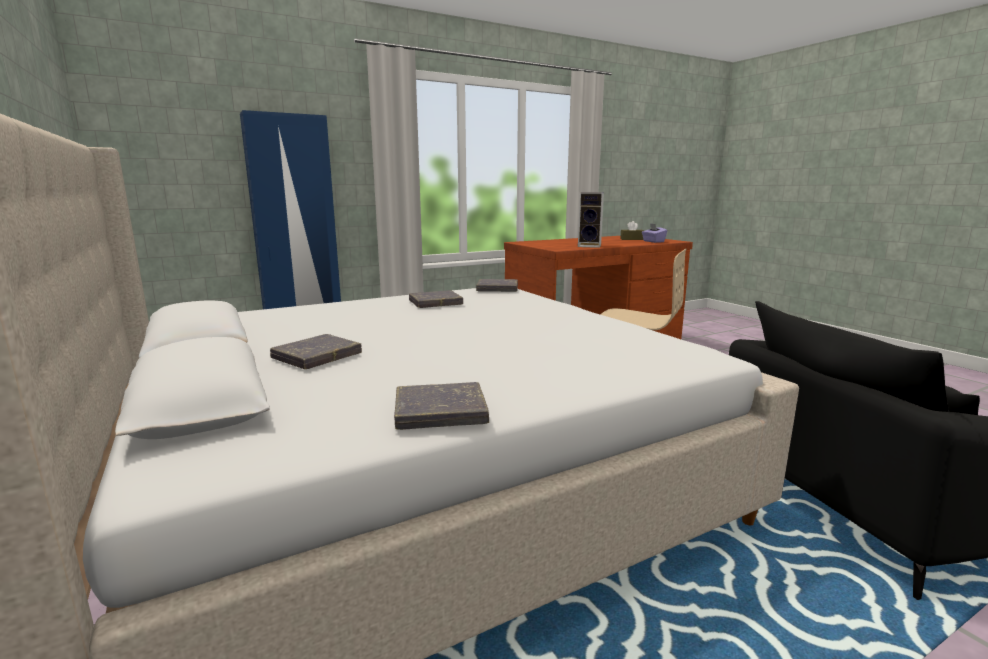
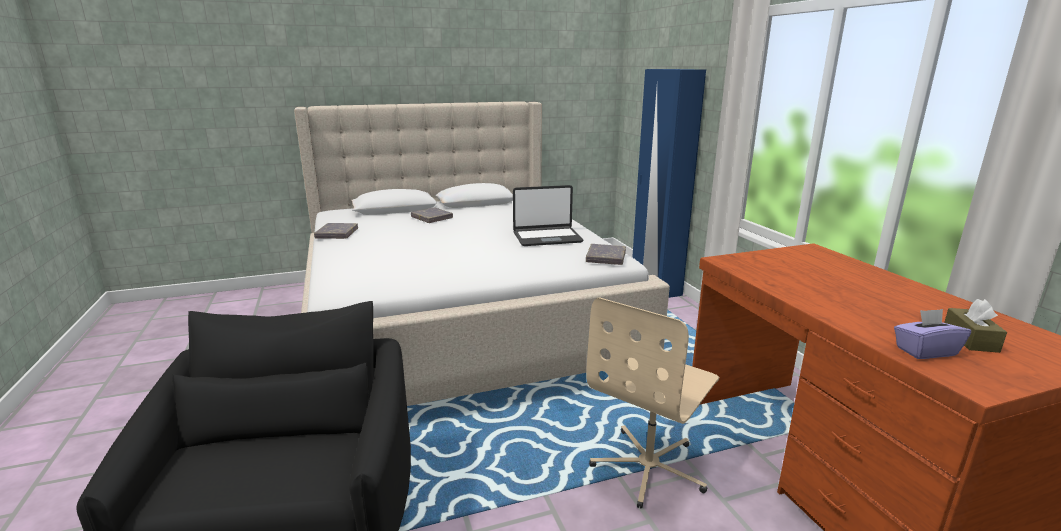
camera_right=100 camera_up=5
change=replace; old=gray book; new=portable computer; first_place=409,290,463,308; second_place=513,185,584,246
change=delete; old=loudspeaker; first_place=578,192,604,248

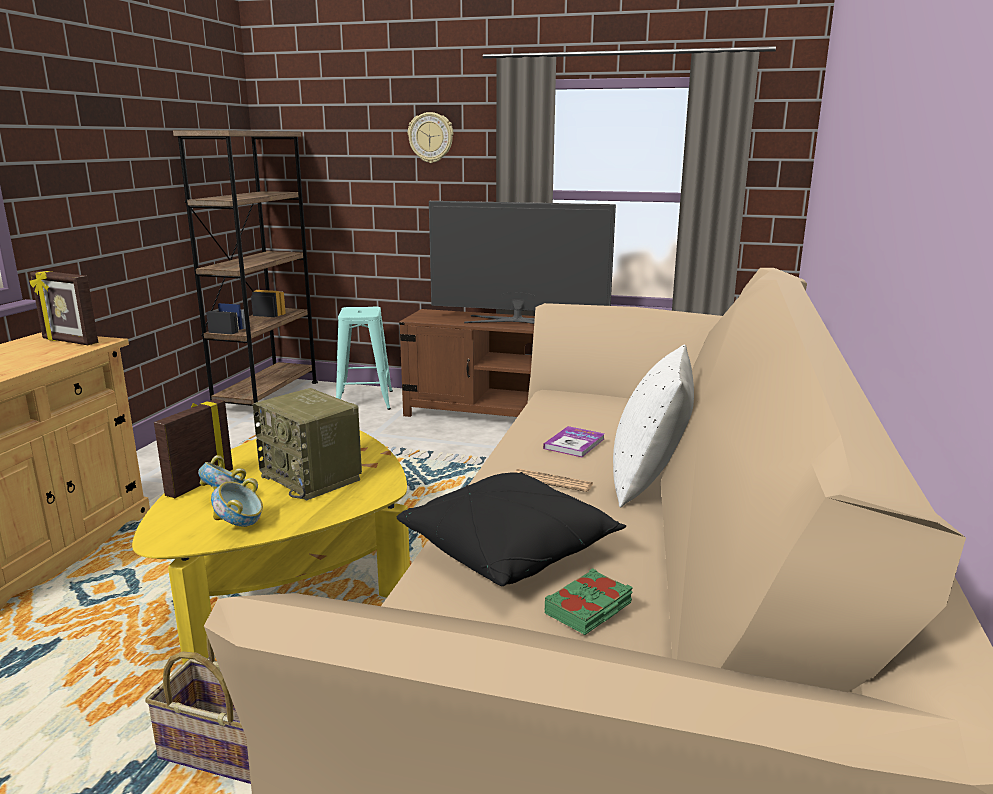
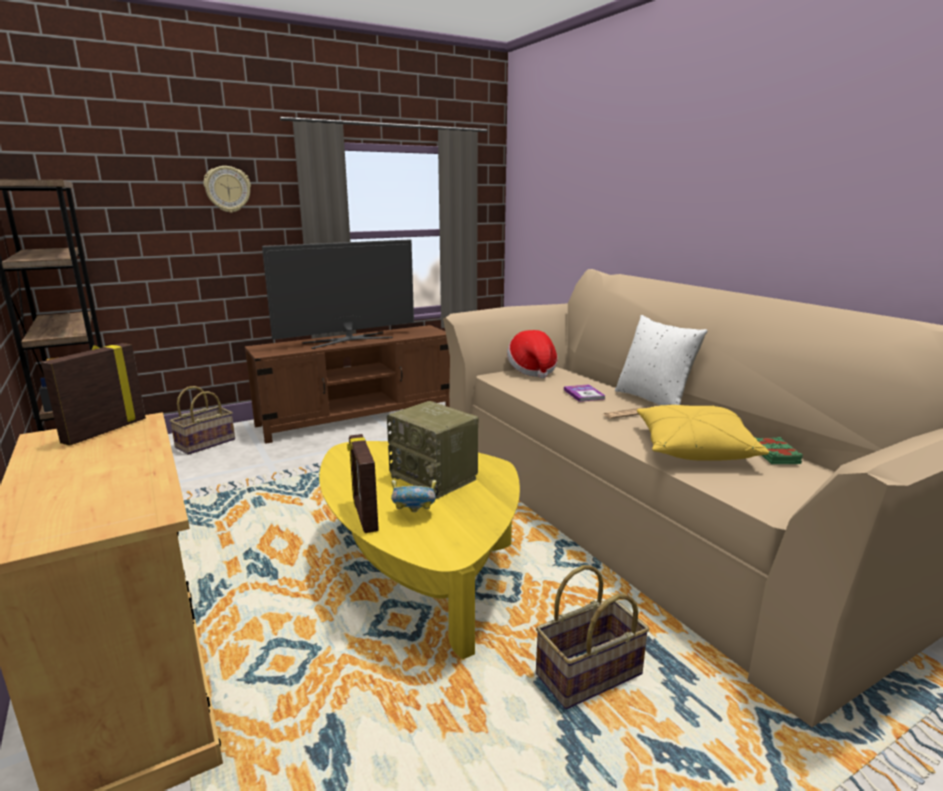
camera_right=-45 camera_up=0
change=rotate; old=photo frame; first_place=30,271,98,345; second_place=41,343,146,446; degrees=135
change=delete; old=serving bowl; first_place=211,478,263,527
change=rotate; old=radio set; first_place=253,388,362,501; second_place=387,401,478,499; degrees=45
change=replace; old=turquoise-coloured stool seat; new=basket; first_place=336,307,393,410; second_place=169,386,235,455
change=recolor; old=black pillow; new=yellow-coloured pillow; first_place=397,472,626,586; second_place=637,405,769,461
change=insert; new=wearable hat; second_place=507,330,558,378

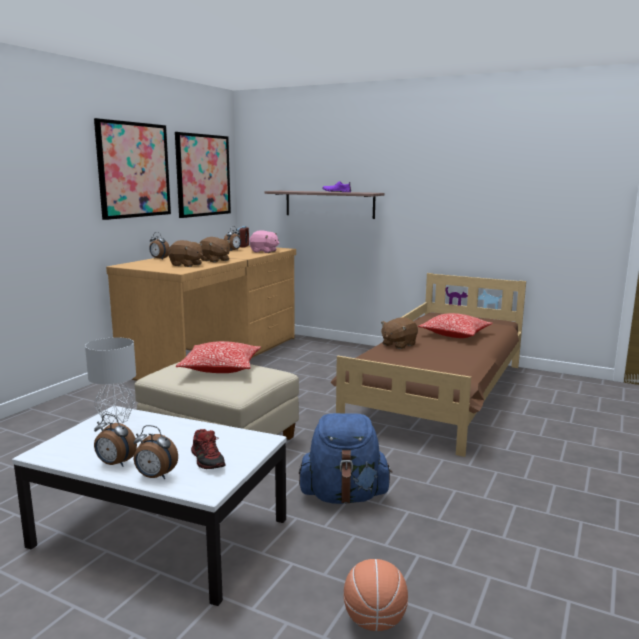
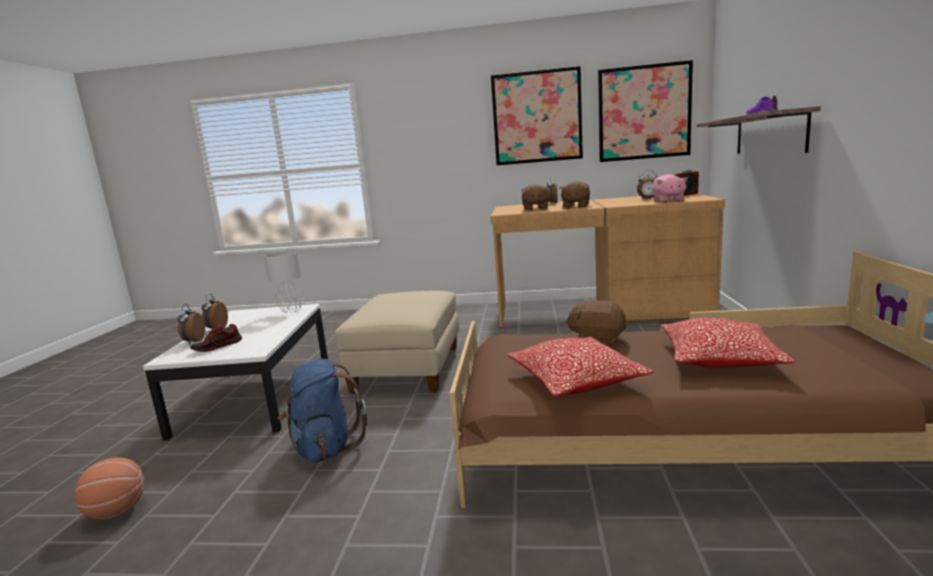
camera_right=70 camera_up=0
change=move; old=pillow; first_place=176,341,261,373; second_place=507,337,654,397

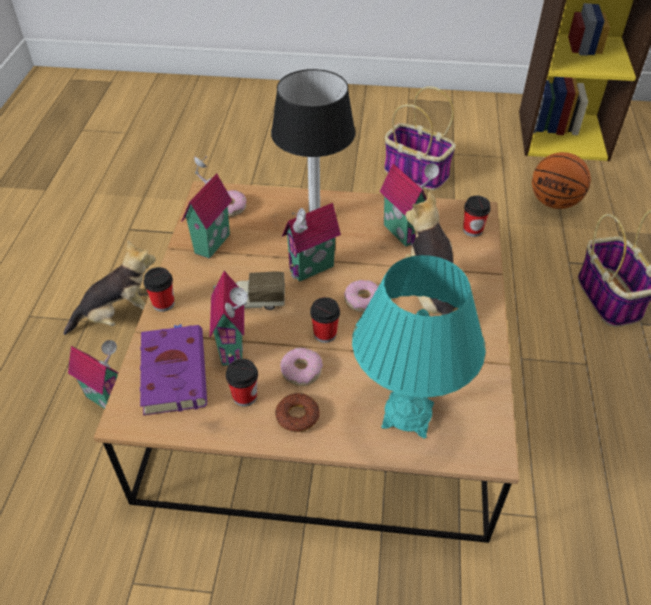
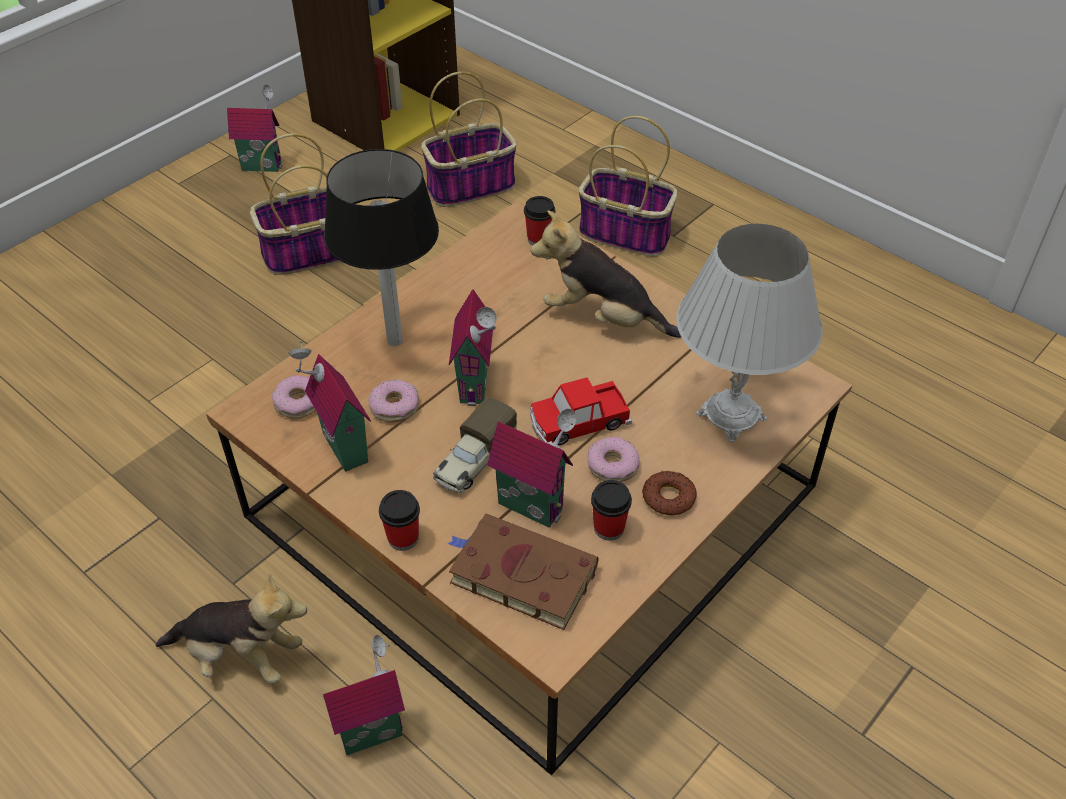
camera_right=-55 camera_up=0
change=rotate; old=plush toy; first_place=64,240,156,335; second_place=155,573,307,683; degrees=90
change=recolor; old=purple book; new=brown-coloured book; first_place=140,324,207,415; second_place=447,514,599,630
change=replace; old=cup; new=miniature car; first_place=310,297,340,343; second_place=530,377,632,445
change=move; old=doughnut; first_place=344,280,379,313; second_place=369,380,419,422
change=recolor; old=turquoise-coloured table lamp; new=white-coloured table lamp; first_place=352,255,486,439; second_place=676,224,823,443
change=move; old=model house; first_place=379,163,439,247; second_place=227,85,282,172
change=replace; old=basketball; new=basket; first_place=532,152,591,209; second_place=421,72,517,207

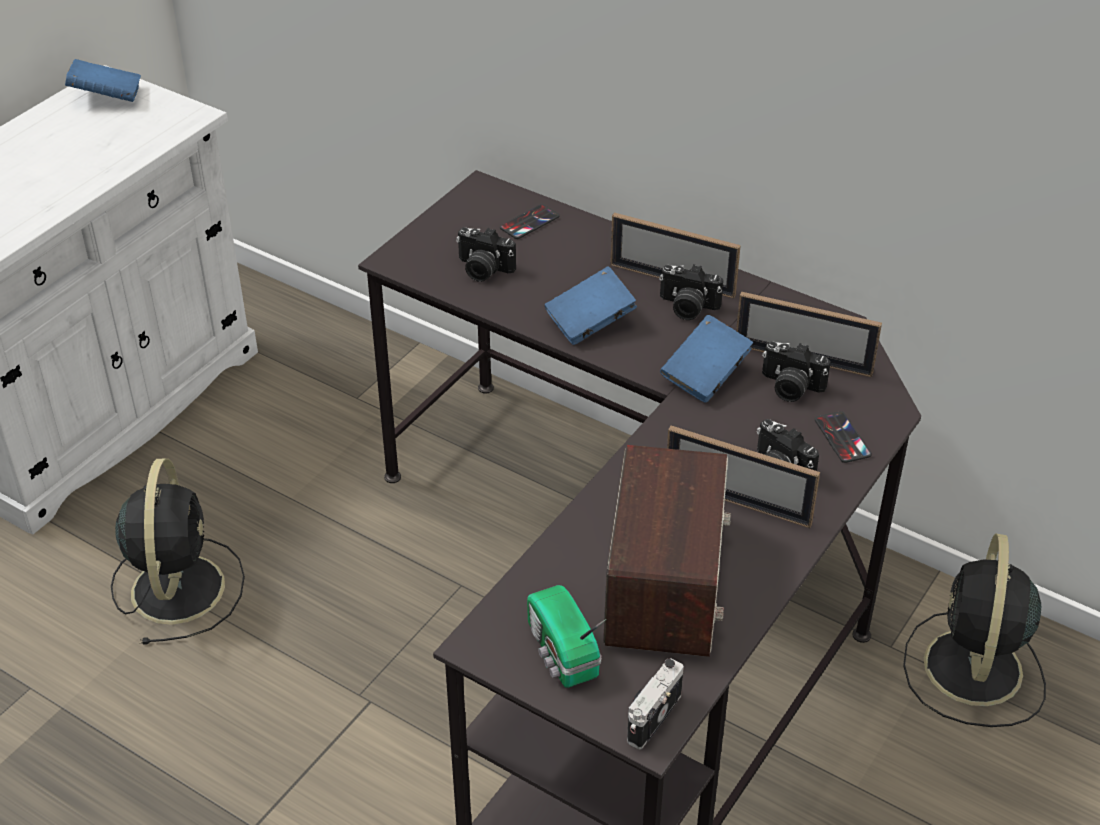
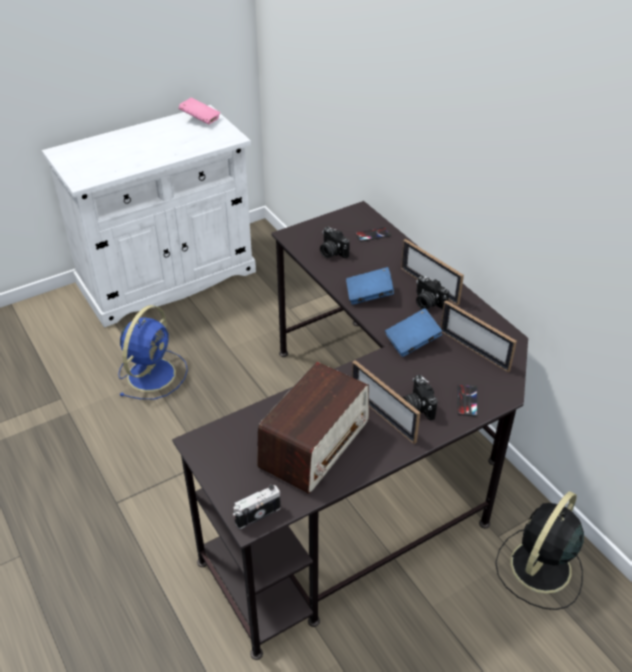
camera_right=25 camera_up=0
change=recolor; old=bluish book; new=pink book; first_place=65,59,141,102; second_place=179,97,220,125
change=recolor; old=black electric fan; new=bluish electric fan; first_place=111,459,245,645; second_place=118,305,188,400
change=delete; old=radio set; first_place=527,585,606,688
change=delete; old=still camera; first_place=762,341,831,402

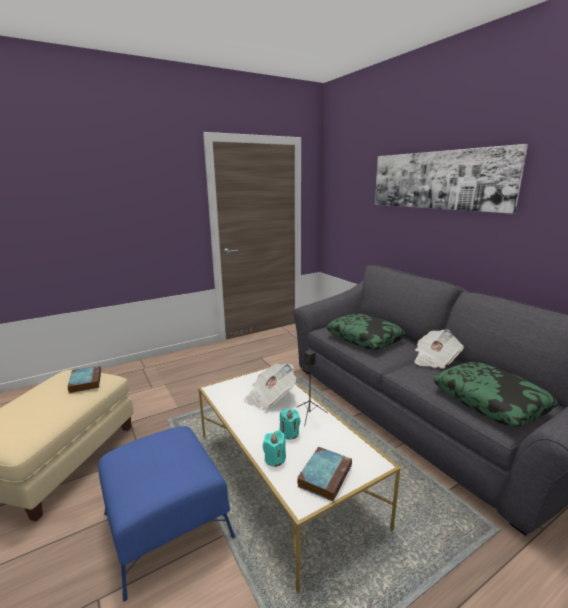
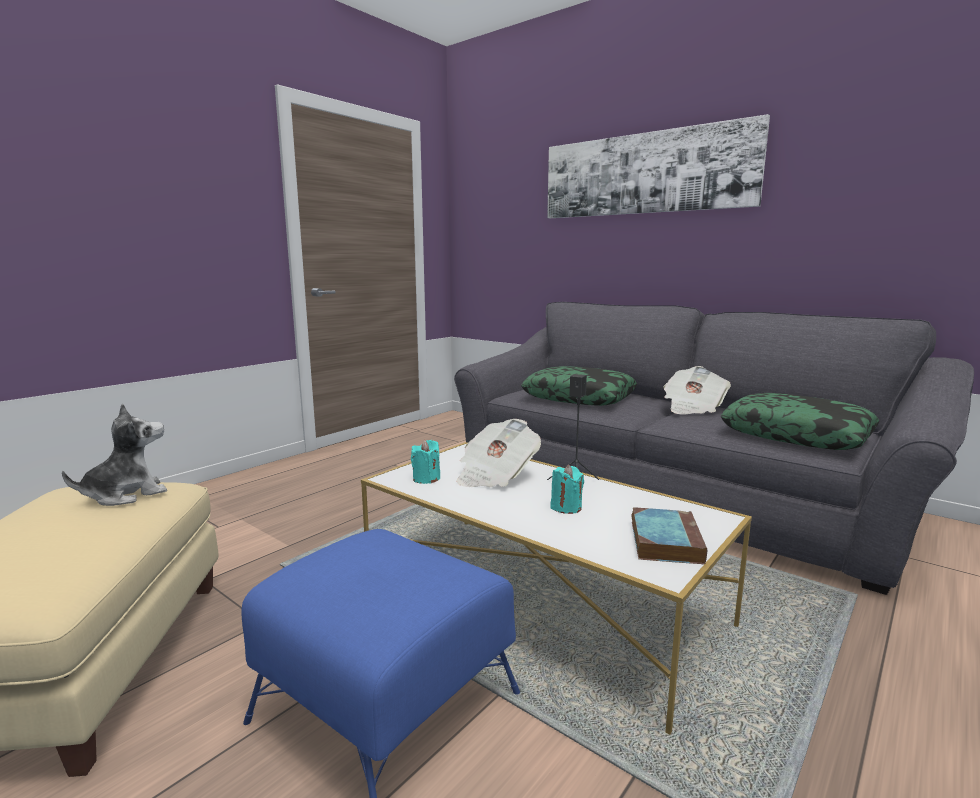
camera_right=-20 camera_up=-5
change=replace; old=book; new=plush toy; first_place=67,366,101,393; second_place=62,403,167,506
change=move; old=turquoise-coloured wax candle; first_place=263,430,286,467; second_place=411,440,440,484

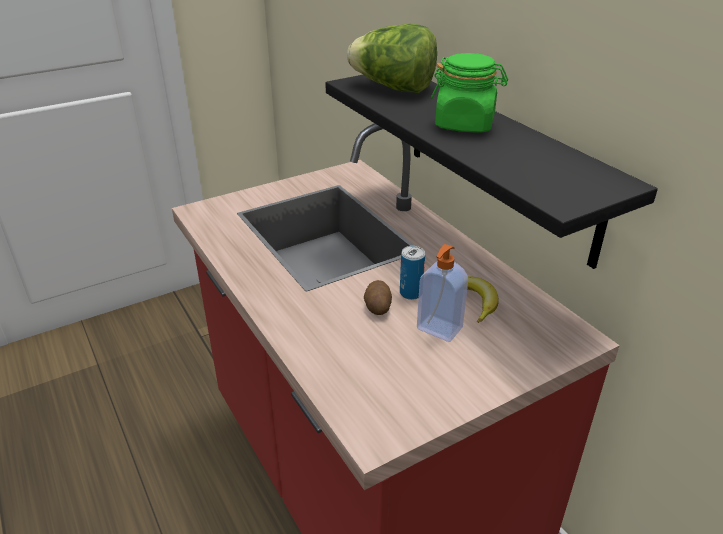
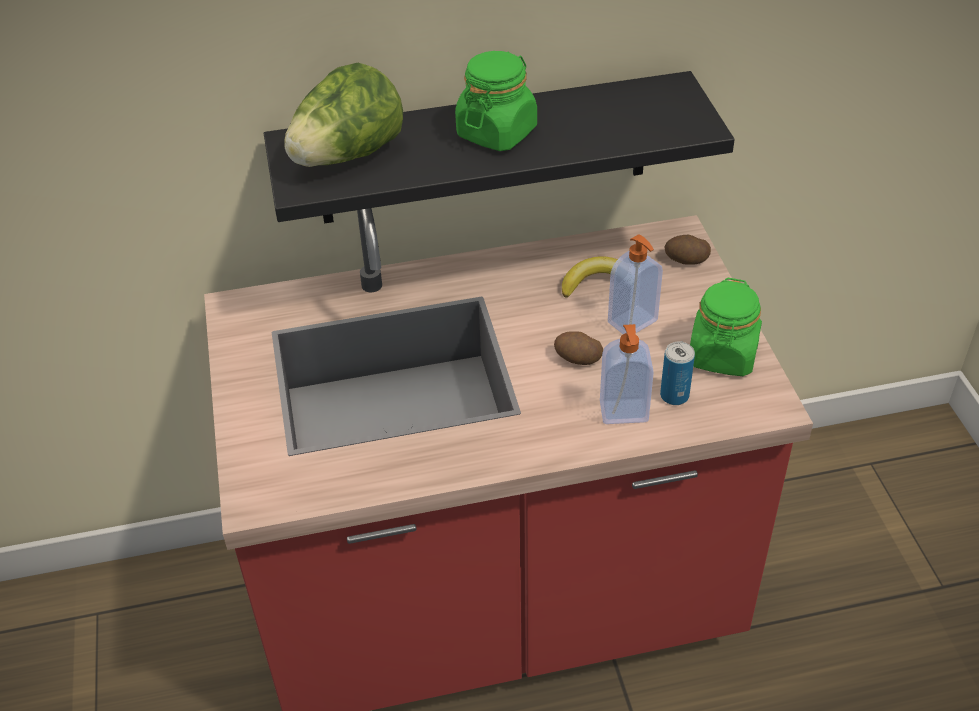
camera_right=-70 camera_up=10
change=move; old=sealed can; first_place=400,246,425,300; second_place=660,341,695,405
change=insert; new=soap dispenser; second_place=600,324,654,424
change=insert; new=whole potato; second_place=664,235,711,265
change=insert; new=green-coloured jar; second_place=690,278,762,376

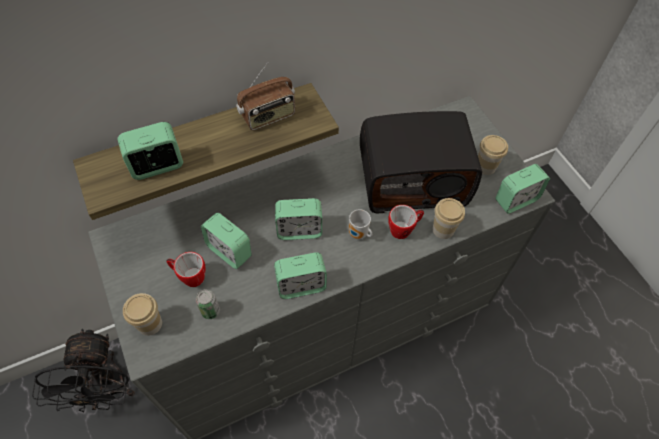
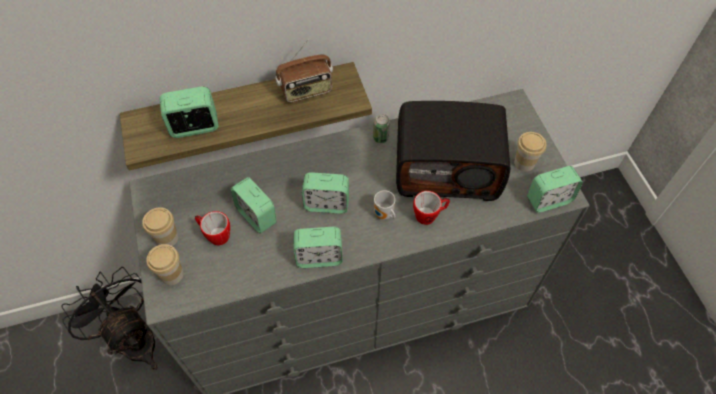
camera_right=10 camera_up=0
change=rotate; old=black electric fan; first_place=32,329,135,413; second_place=61,267,158,370; degrees=135
change=move; old=sealed can; first_place=196,289,220,319; second_place=373,114,390,143
change=move; old=cup; first_place=433,198,465,239; second_place=142,207,178,246

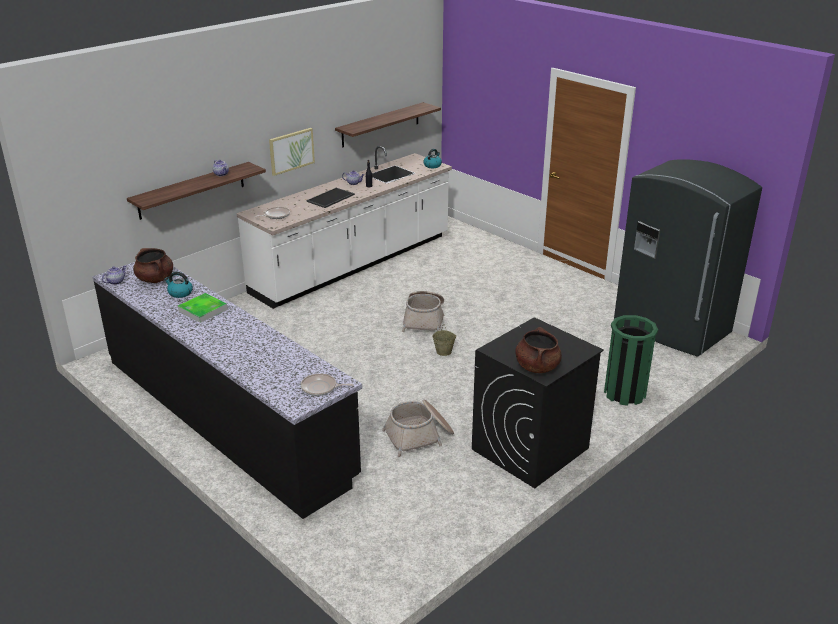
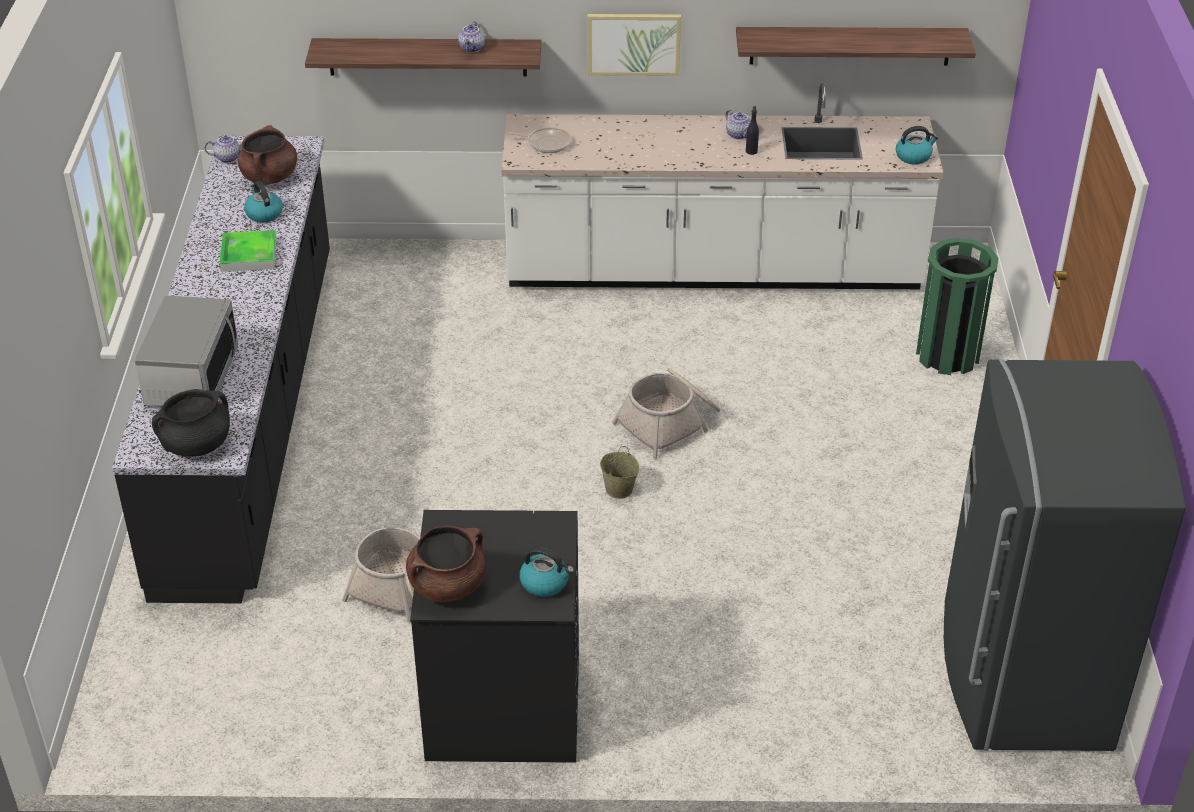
camera_right=45 camera_up=10
change=replace; old=frying pan; new=black stockpot; first_place=301,374,354,396; second_place=152,389,230,457
change=delete; old=tray; first_place=306,188,355,208
change=move; old=green-coloured rubbish bin; first_place=604,315,658,406; second_place=916,238,999,375
change=insert; new=kitchen microwave; second_place=134,295,238,406
change=insert; new=water kettle; second_place=519,547,574,597

